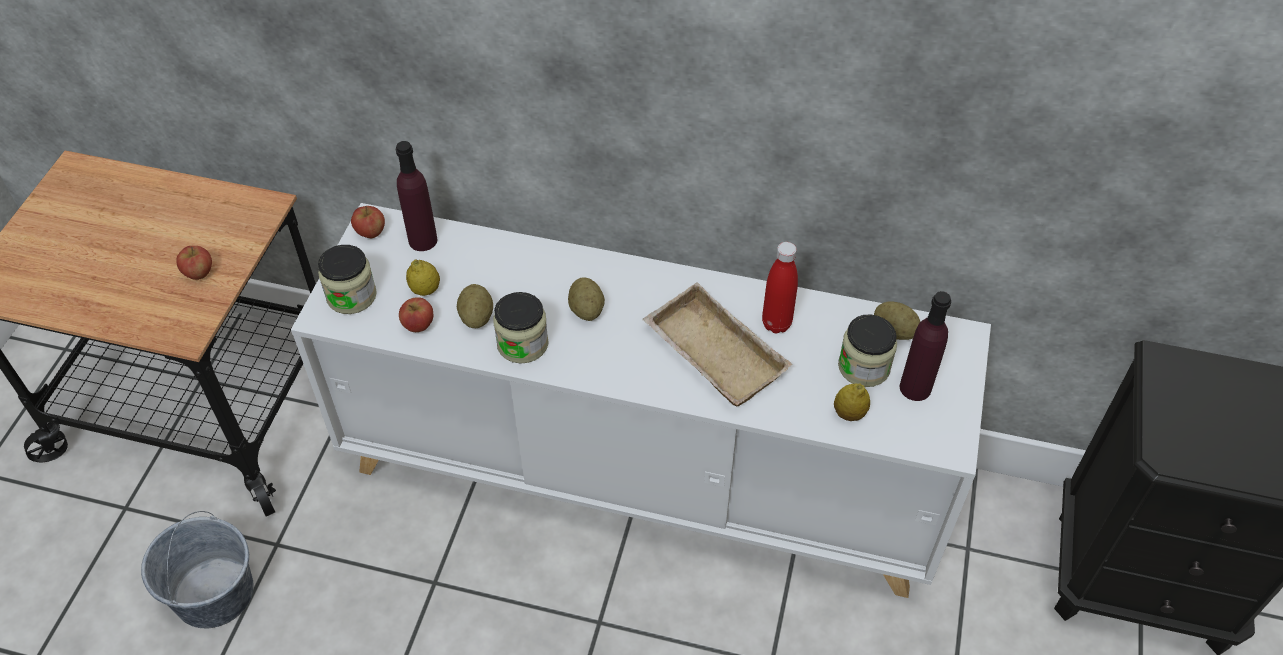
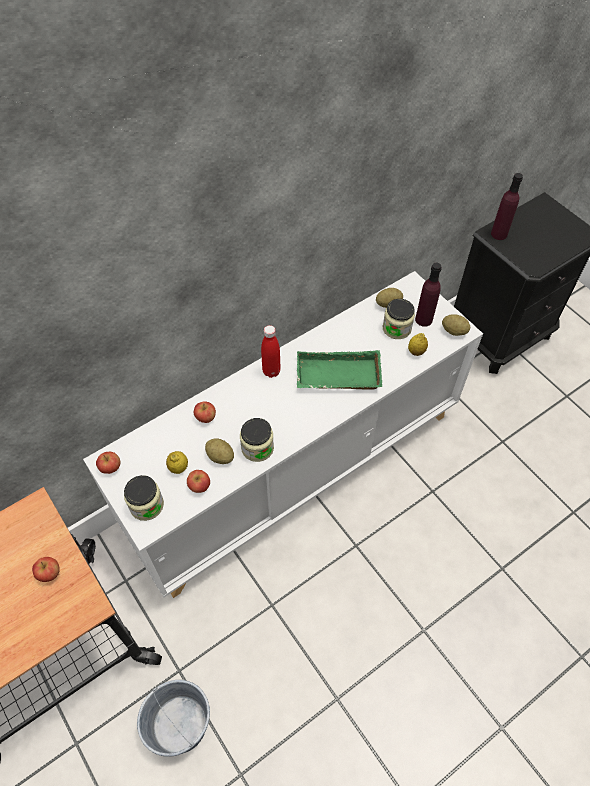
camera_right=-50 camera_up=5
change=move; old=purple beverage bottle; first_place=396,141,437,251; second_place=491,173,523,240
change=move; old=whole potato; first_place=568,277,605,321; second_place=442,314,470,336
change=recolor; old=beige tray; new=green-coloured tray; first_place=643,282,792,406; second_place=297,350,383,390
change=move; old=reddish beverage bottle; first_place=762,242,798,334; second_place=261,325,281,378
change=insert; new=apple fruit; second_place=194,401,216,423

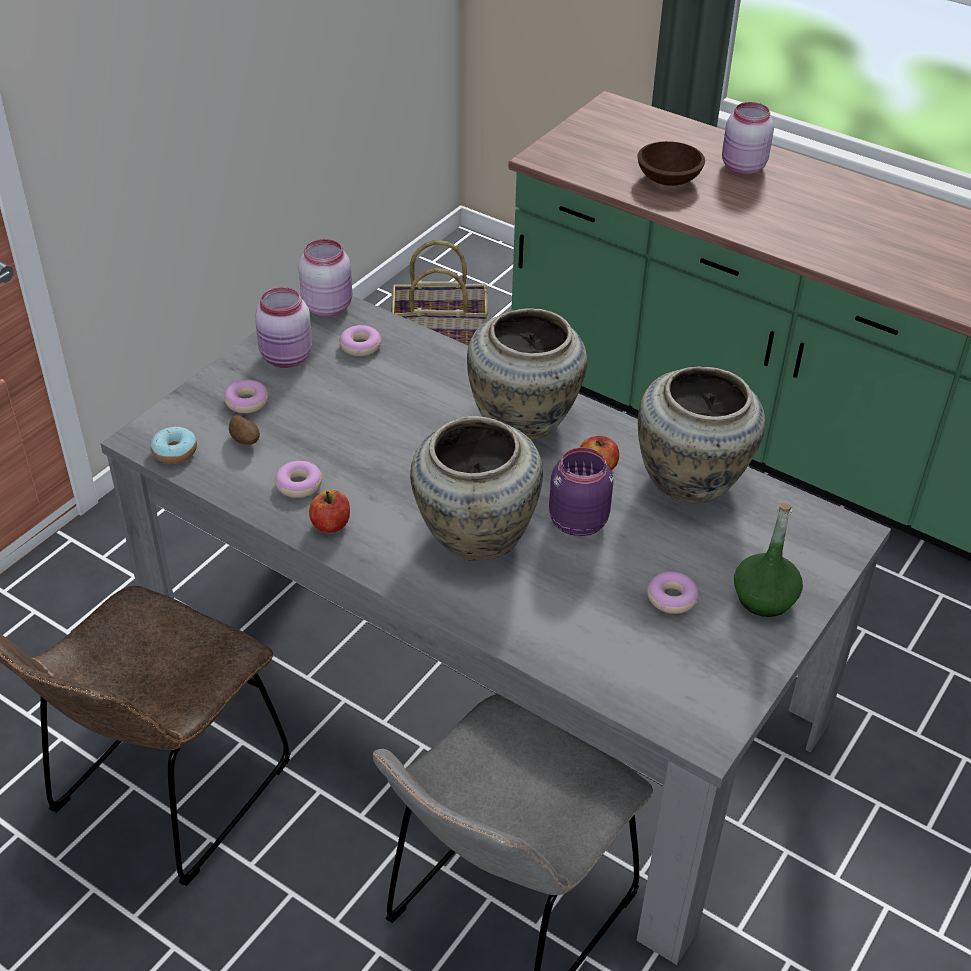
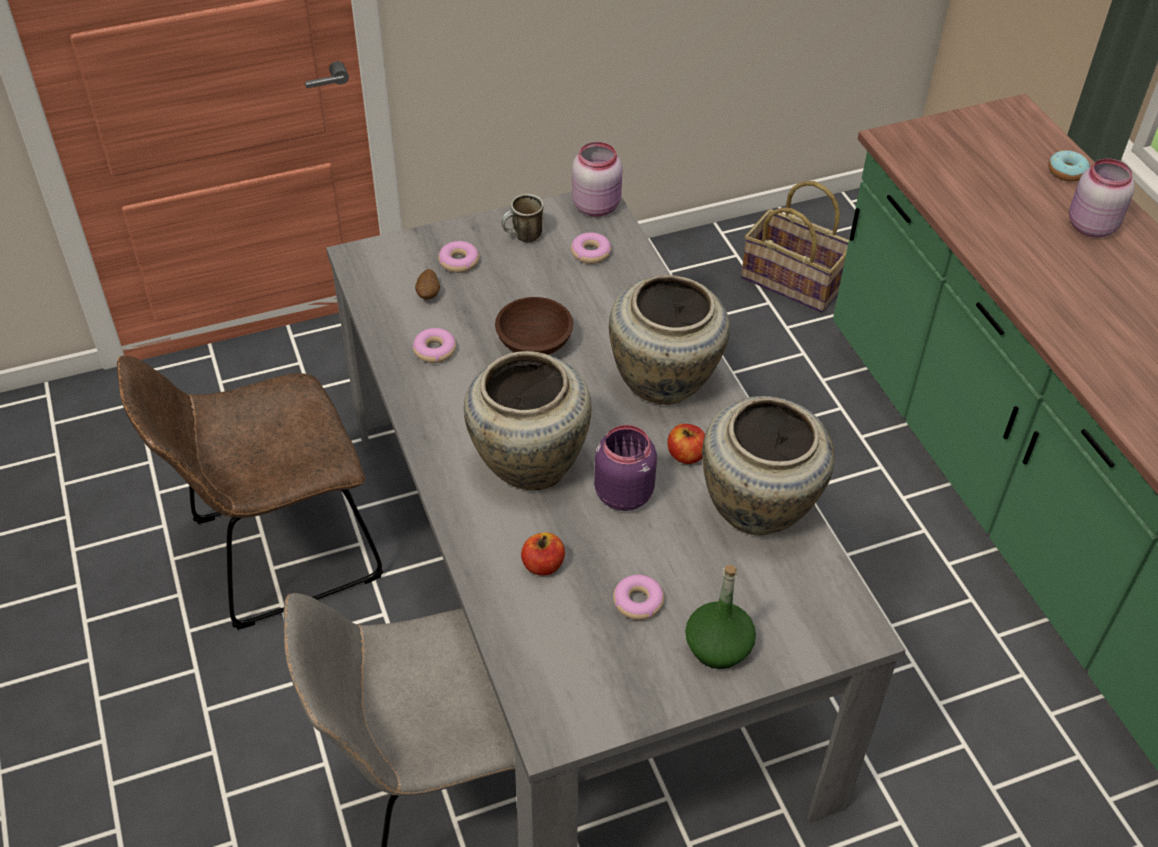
camera_right=35 camera_up=5
change=move; old=doughnut; first_place=151,427,197,464; second_place=1048,150,1090,182
change=replace; old=pink jar; new=coffee mug; first_place=255,287,312,368; second_place=501,194,543,242
change=move; old=apple fruit; first_place=309,490,350,533; second_place=521,532,565,575
change=move; old=brown-coloured serving bowl; first_place=637,141,705,186; second_place=495,297,573,355

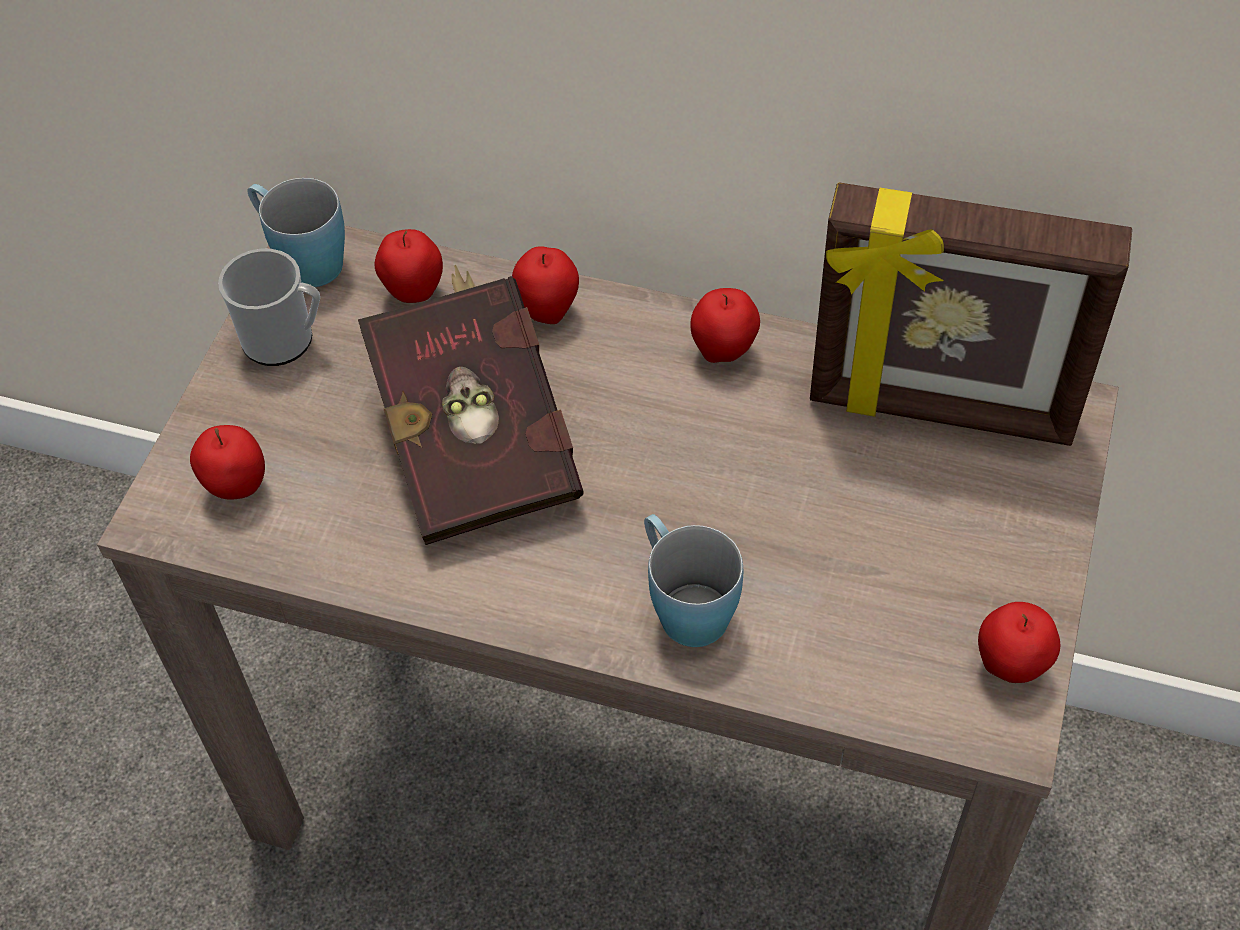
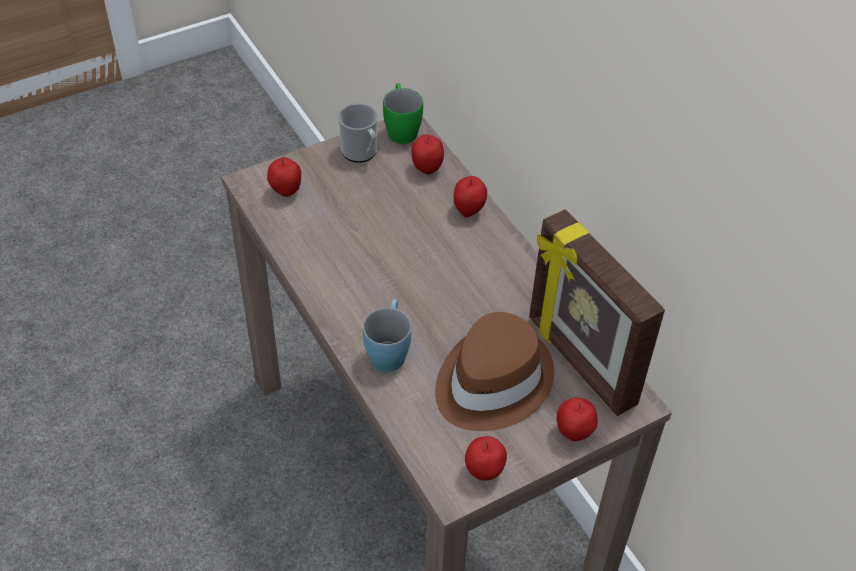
camera_right=40 camera_up=-5
change=recolor; old=bluish coffee mug; new=green-coloured coffee mug; first_place=247,178,345,287; second_place=383,83,423,144
change=delete; old=reddish book; first_place=358,265,584,545
change=move; old=apple fruit; first_place=690,288,760,363; second_place=557,397,598,441
change=insert; new=brown-coloured wearable hat; second_place=435,312,554,431

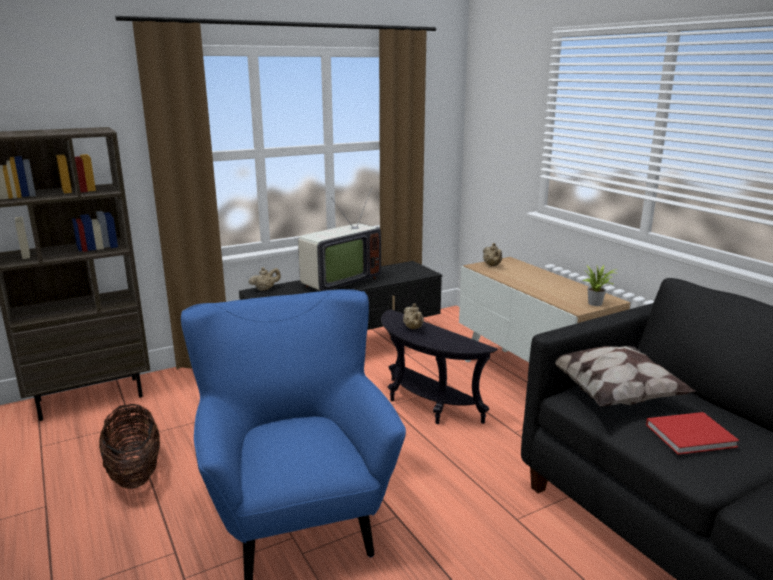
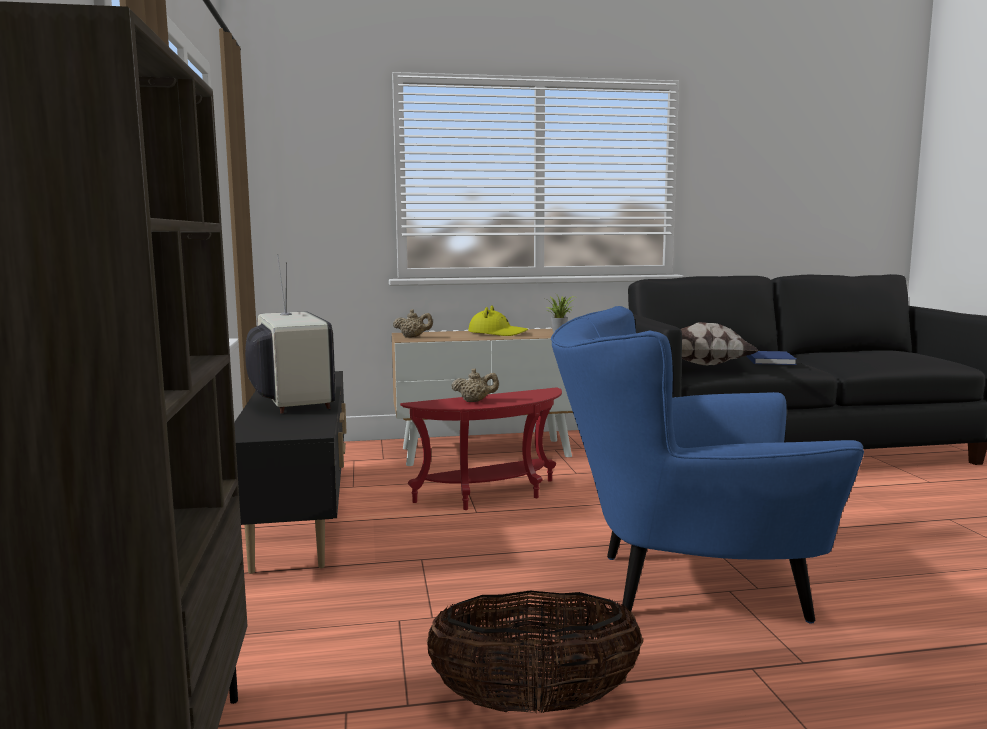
camera_right=-70 camera_up=-10
change=delete; old=beige tea pot; first_place=249,267,281,291
change=recolor; old=black end table; new=reddish end table; first_place=381,309,498,424; second_place=400,387,562,510
change=recolor; old=reddish book; new=bluish book; first_place=646,412,740,455; second_place=746,351,797,365
change=insert; new=yellow-coloured wearable hat; second_place=468,305,528,336

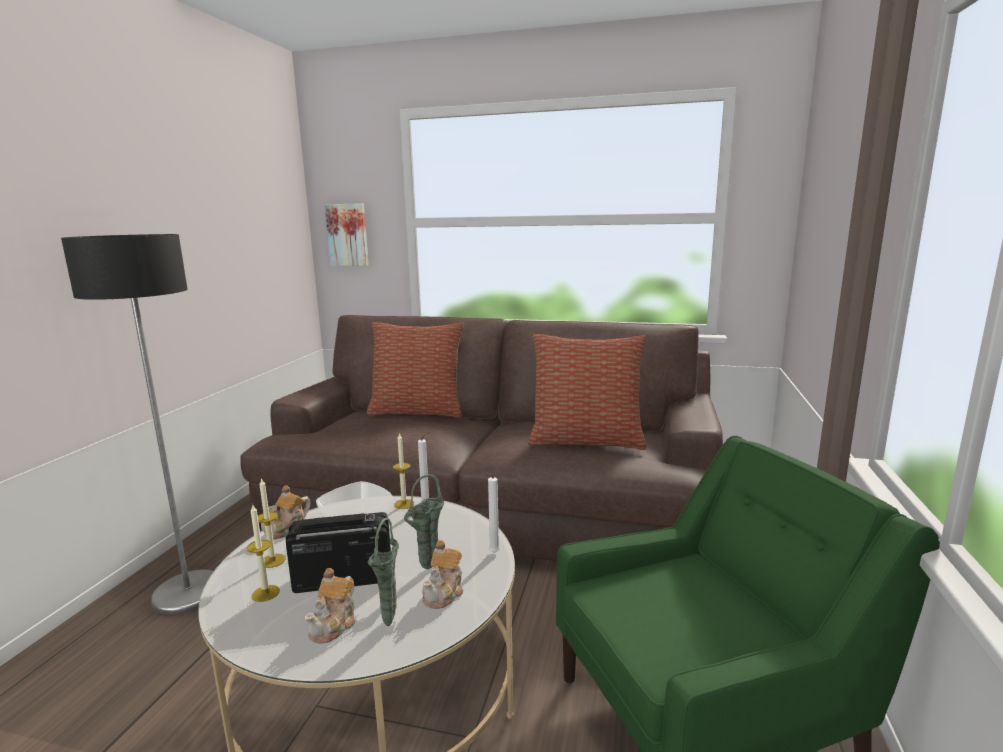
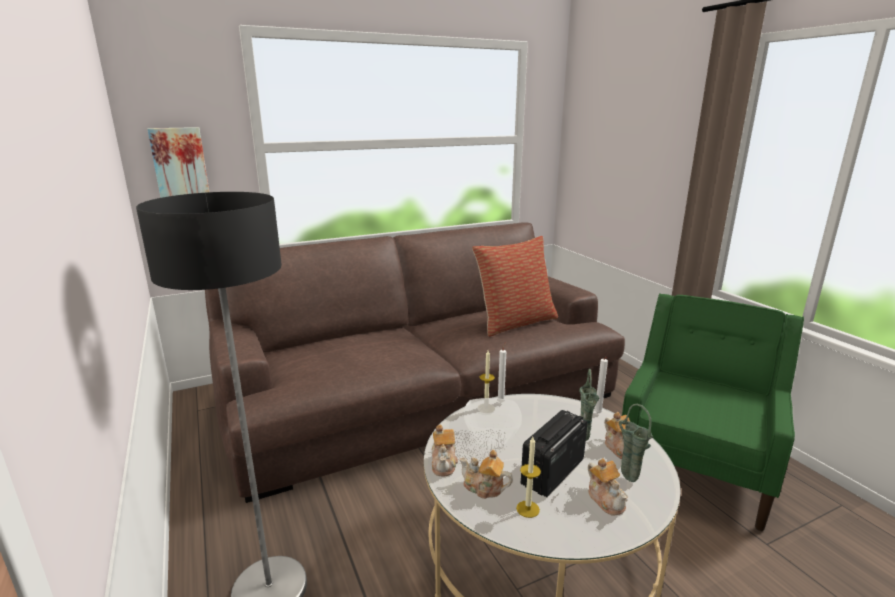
camera_right=-40 camera_up=5
change=replace; old=wax candle; new=tea pot; first_place=258,478,286,568; second_place=460,450,513,499
change=delete; old=pillow; first_place=367,322,463,418

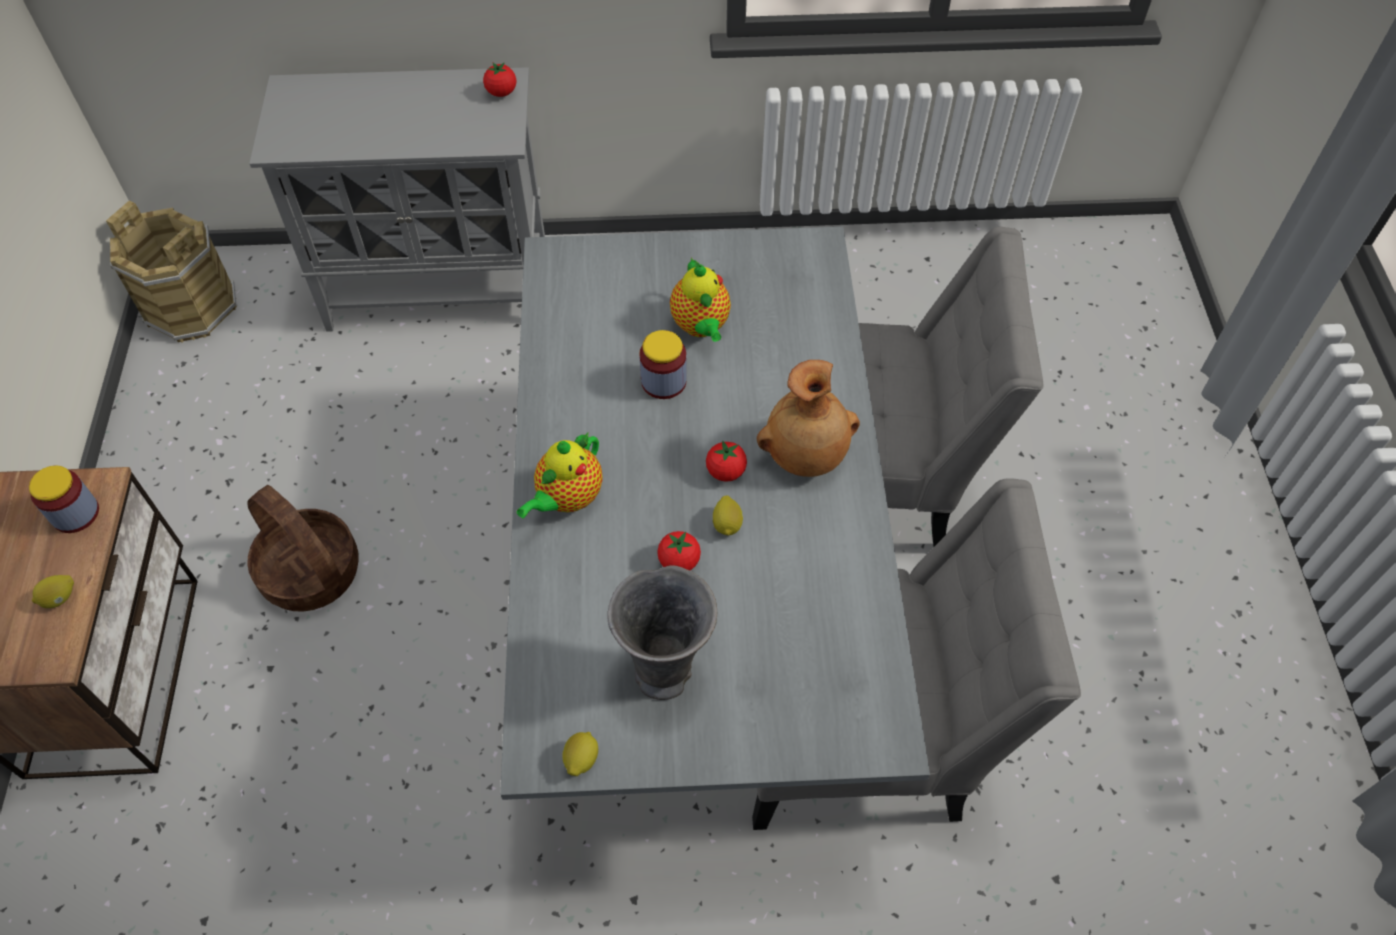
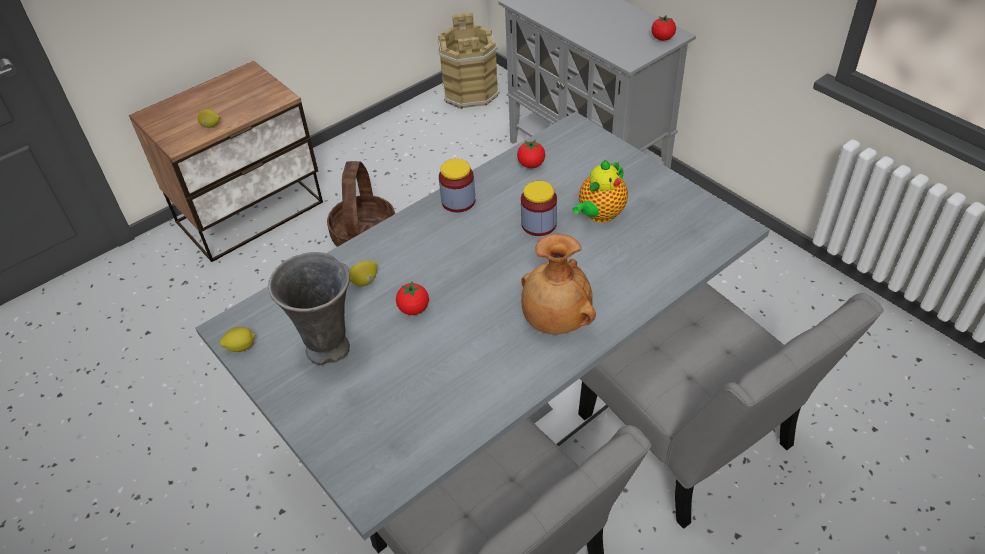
camera_right=55 camera_up=-10
change=move; old=jar; first_place=29,466,99,533; second_place=439,159,475,213
change=delete; old=tea pot; first_place=517,433,603,518
change=move; old=fresh tomato; first_place=706,440,747,482; second_place=517,140,545,168
change=move; old=whole lemon; first_place=713,496,743,535; second_place=349,261,378,286

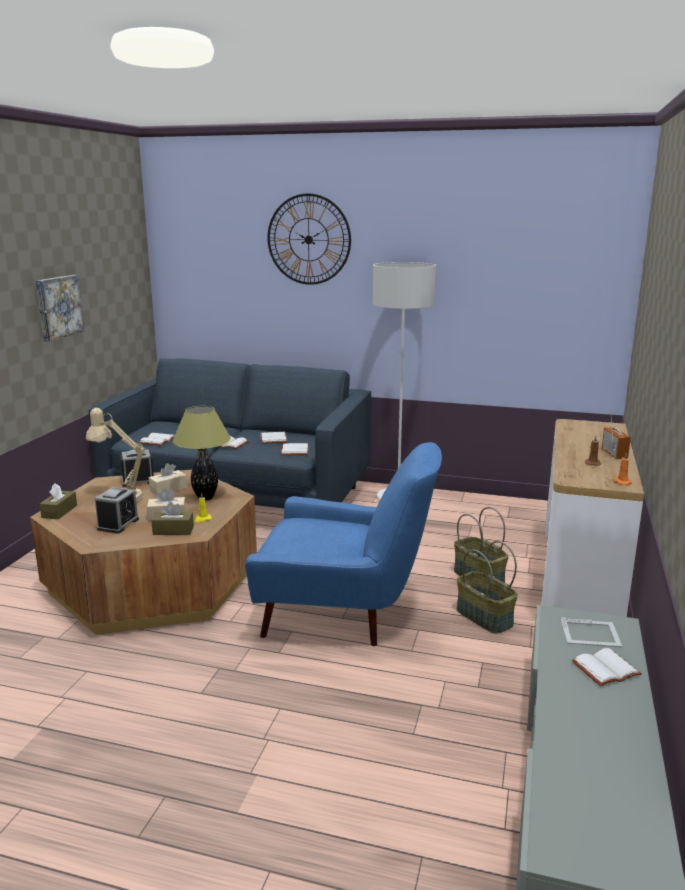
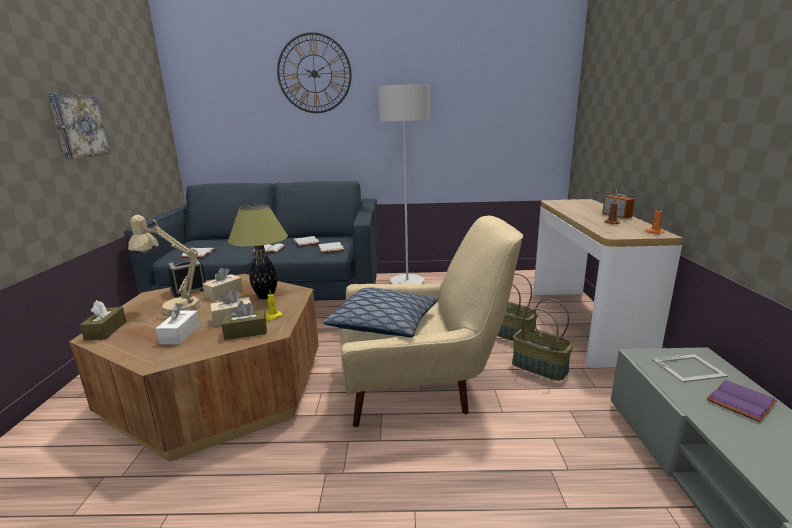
camera_right=-15 camera_up=0
change=replace; old=alarm clock; new=white-coloured box of tissues; first_place=95,487,139,534; second_place=156,303,200,344
change=recolor; old=bluish easy chair; new=beige easy chair; first_place=245,442,442,646; second_place=340,216,523,427
change=recolor; old=white-coloured book; new=purple book; first_place=572,648,641,686; second_place=707,380,777,422
change=insert; new=pillow; second_place=323,288,438,337

